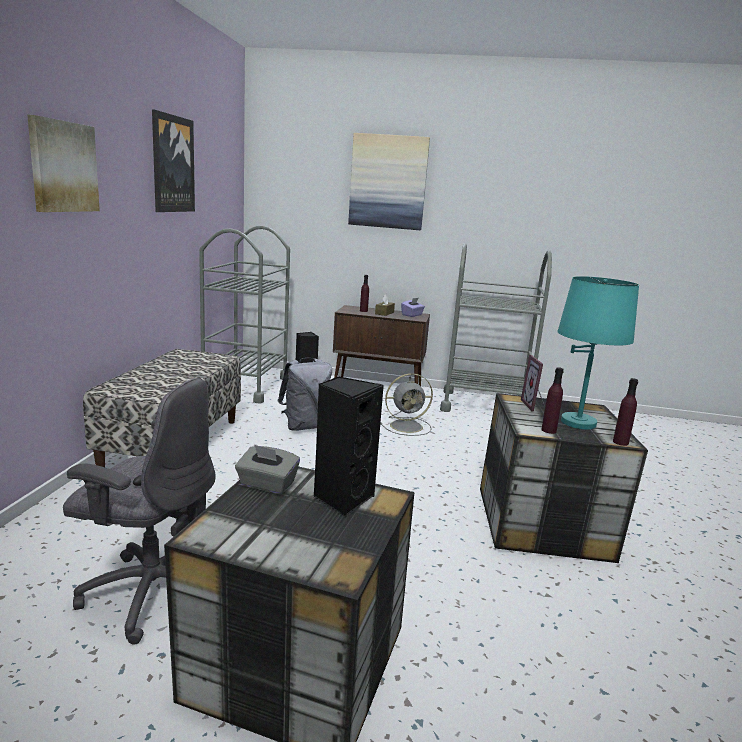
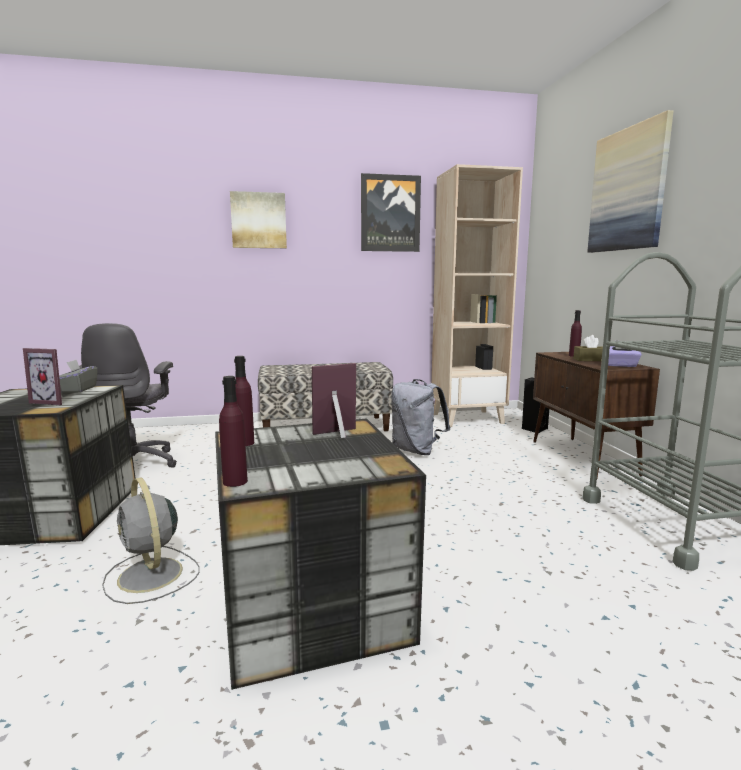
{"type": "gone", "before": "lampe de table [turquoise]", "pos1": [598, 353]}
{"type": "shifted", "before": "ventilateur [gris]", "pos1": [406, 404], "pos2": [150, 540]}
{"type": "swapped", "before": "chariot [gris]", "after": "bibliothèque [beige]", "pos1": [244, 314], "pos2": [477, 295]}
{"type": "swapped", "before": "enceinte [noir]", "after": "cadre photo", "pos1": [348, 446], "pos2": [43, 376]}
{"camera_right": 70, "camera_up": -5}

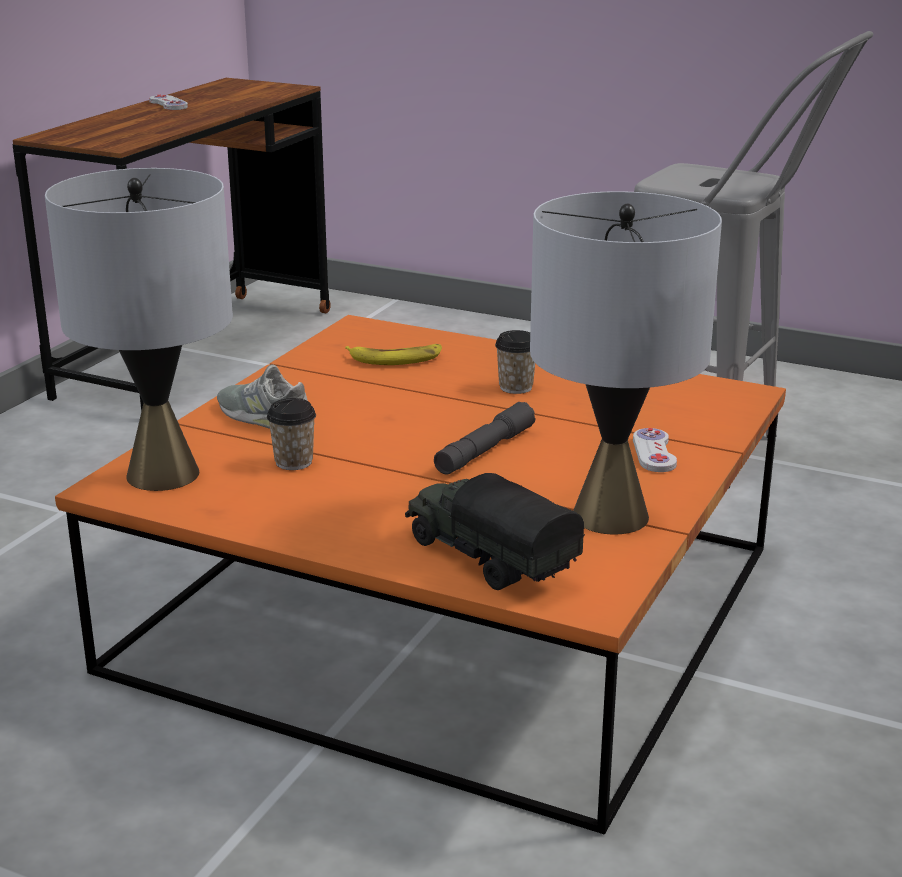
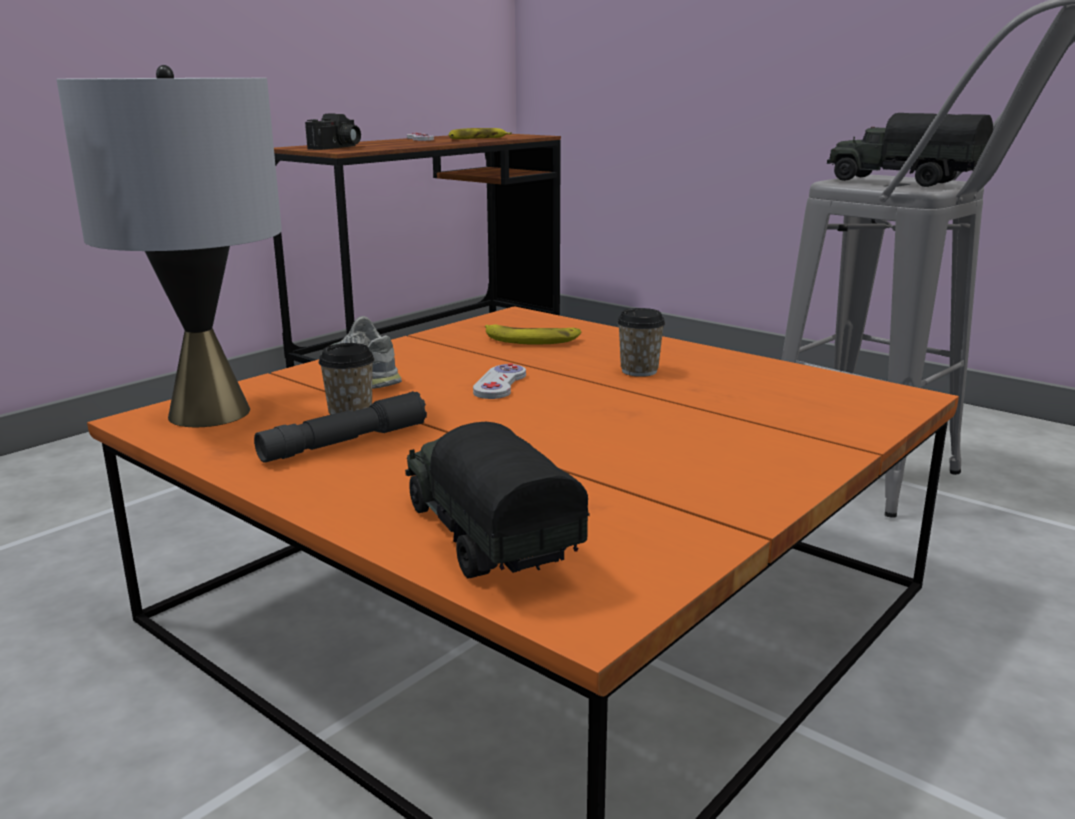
{"type": "gone", "before": "lampe de table [gris]", "pos1": [626, 362]}
{"type": "new", "after": "appareil photo", "pos2": [333, 131]}
{"type": "new", "after": "banane", "pos2": [480, 133]}
{"type": "new", "after": "camion jouet", "pos2": [910, 150]}
{"type": "shifted", "before": "lampe de poche [gris]", "pos1": [485, 438], "pos2": [340, 427]}
{"type": "shifted", "before": "manette [blanc]", "pos1": [655, 450], "pos2": [499, 381]}
{"camera_right": 15, "camera_up": -5}

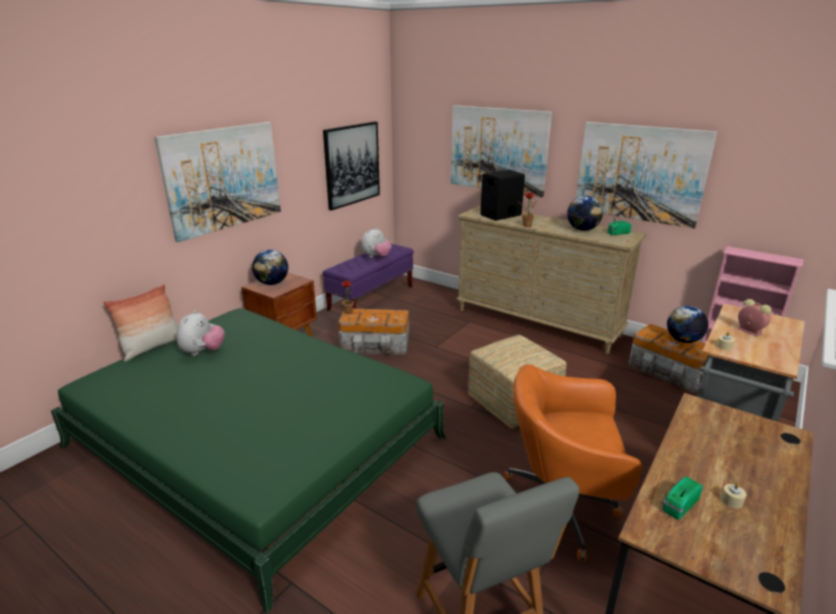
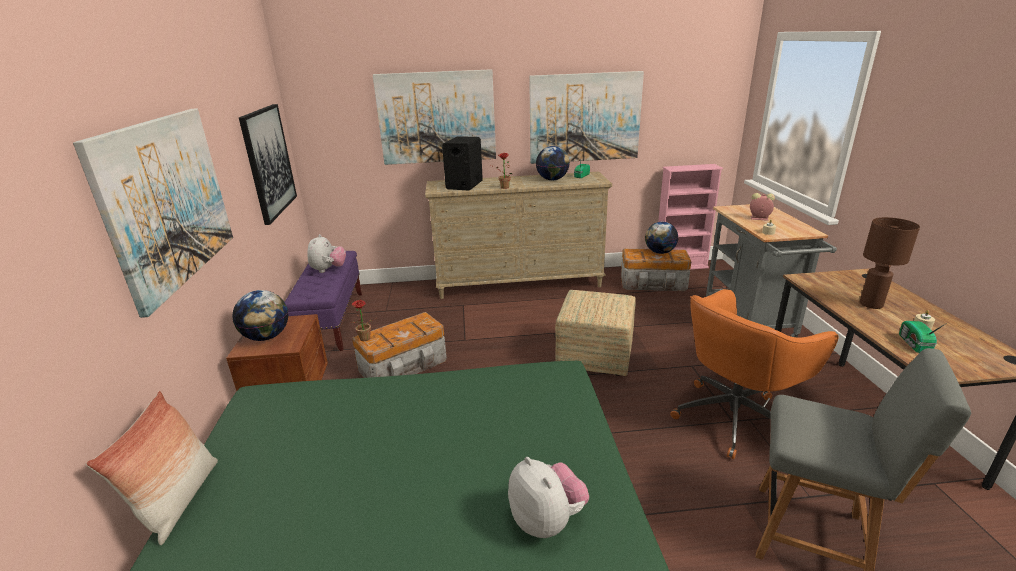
{"type": "new", "after": "lampe de table [marron]", "pos2": [890, 263]}
{"type": "shifted", "before": "peluche", "pos1": [200, 333], "pos2": [548, 497]}
{"camera_right": -40, "camera_up": 0}

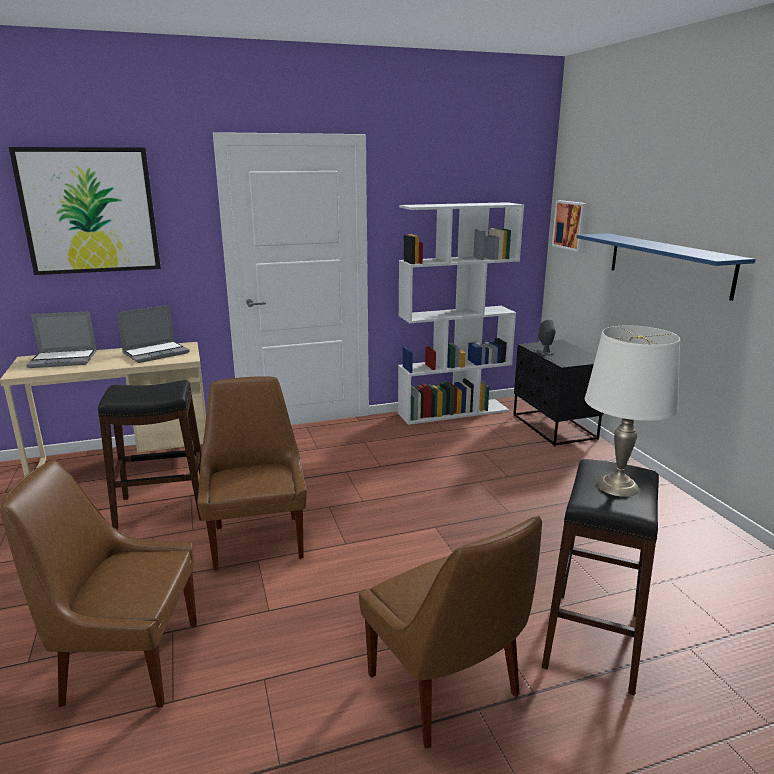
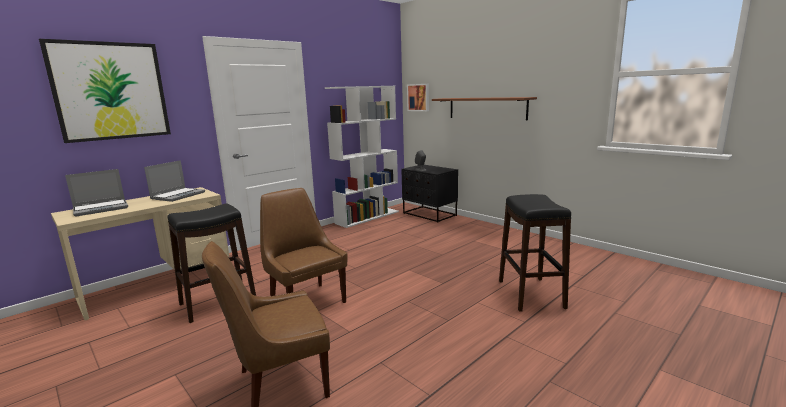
{"type": "gone", "before": "chaise [marron]", "pos1": [450, 632]}
{"type": "gone", "before": "lampe de table [blanc]", "pos1": [632, 411]}
{"type": "repainted", "before": "étagère [bleu]", "after": "étagère [marron]", "pos1": [666, 267], "pos2": [484, 108]}
{"camera_right": -25, "camera_up": -5}

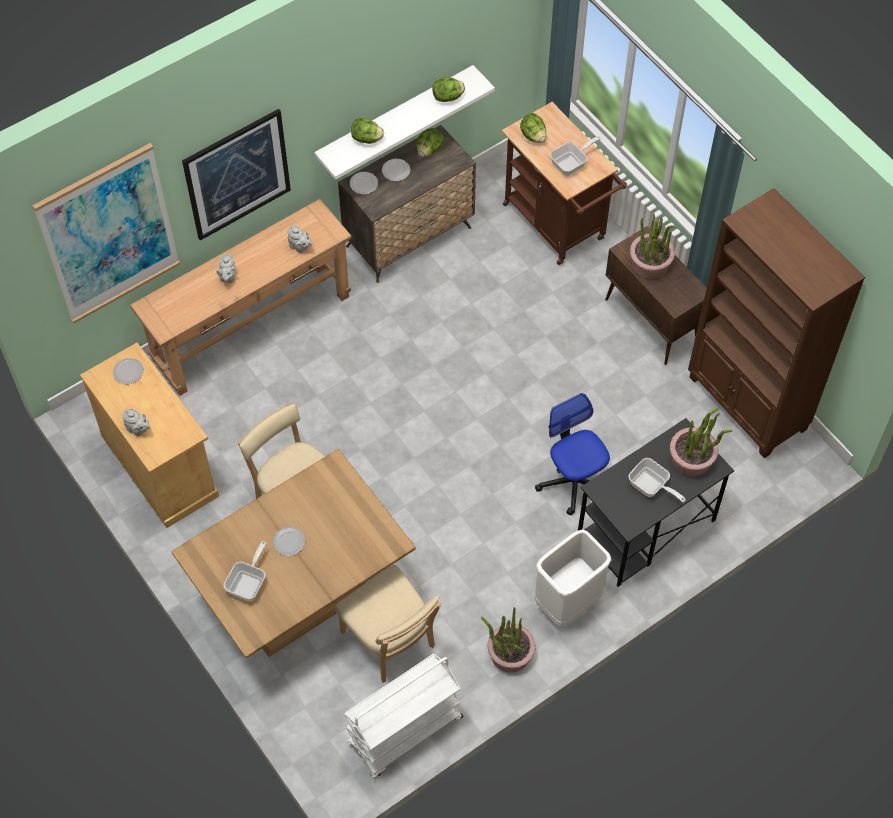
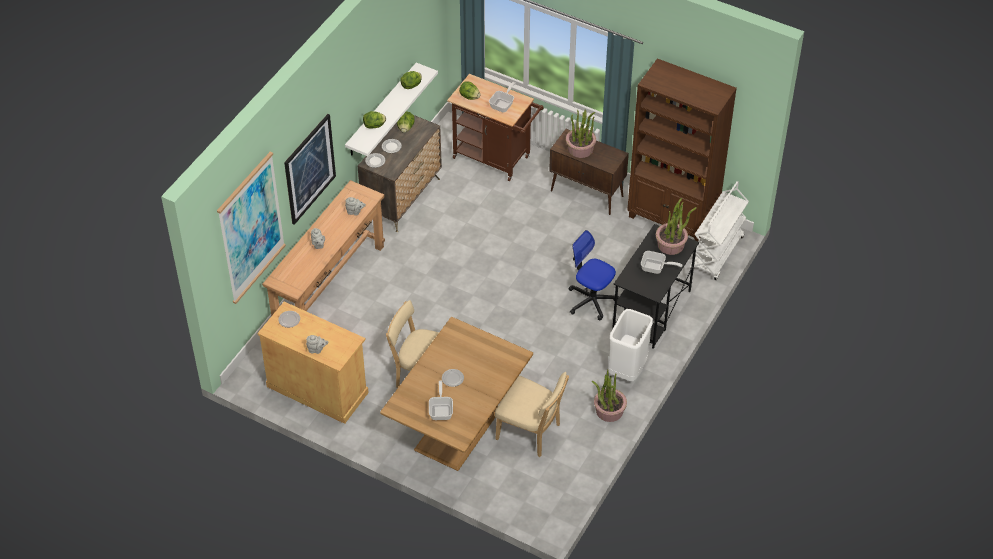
{"type": "shifted", "before": "chariot [blanc]", "pos1": [403, 716], "pos2": [719, 230]}
{"camera_right": -25, "camera_up": -10}

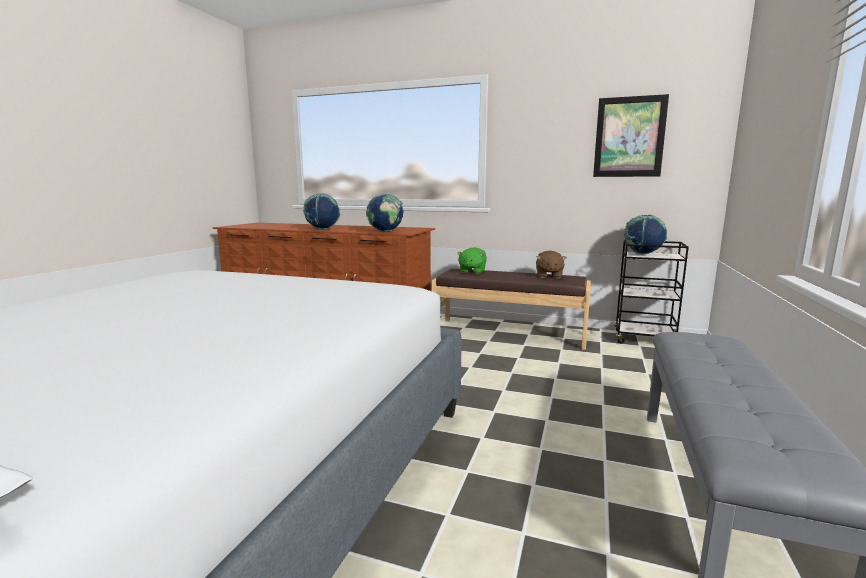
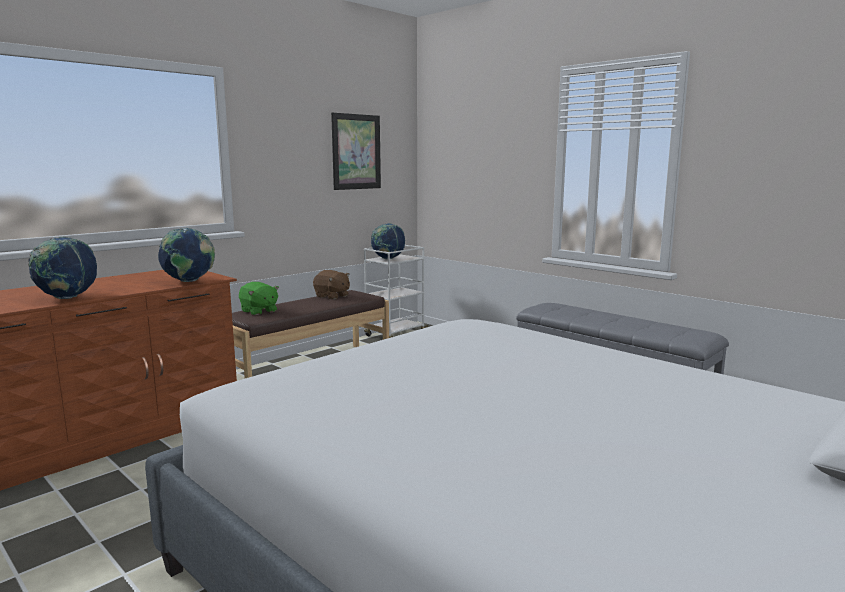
{"type": "repainted", "before": "chariot [noir]", "after": "chariot [blanc]", "pos1": [651, 292], "pos2": [396, 291]}
{"camera_right": -65, "camera_up": 0}

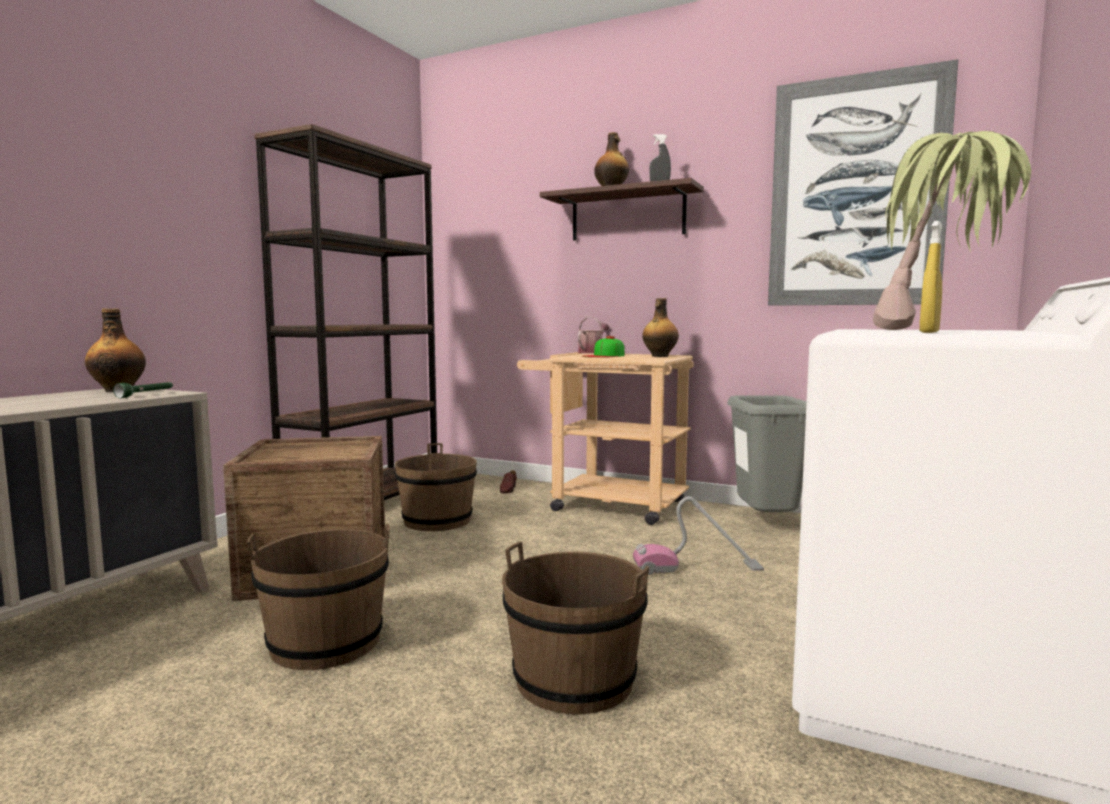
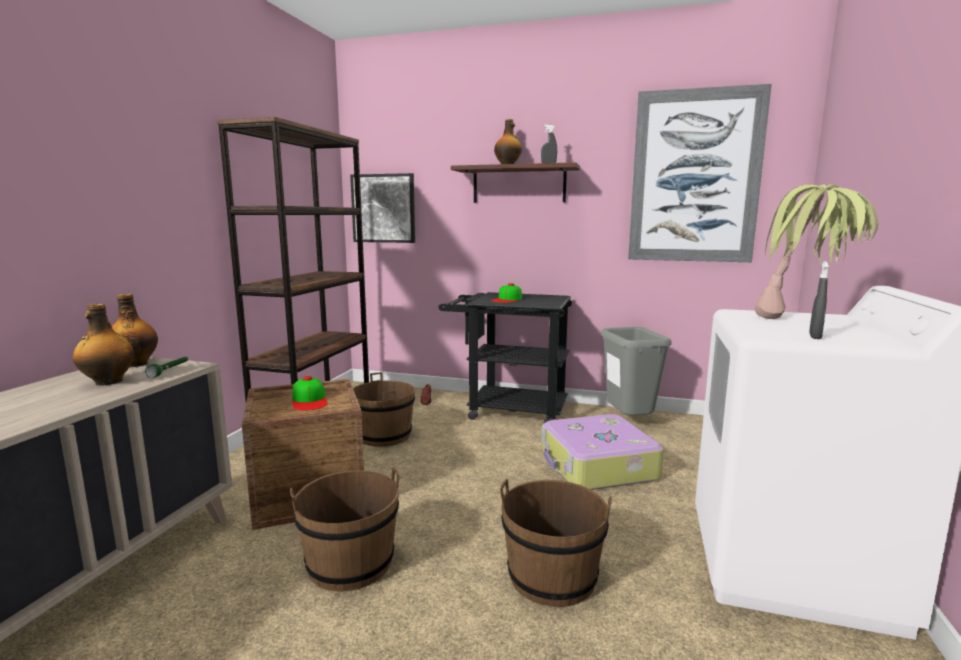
{"type": "gone", "before": "arrosoir", "pos1": [593, 335]}
{"type": "new", "after": "casquette", "pos2": [310, 393]}
{"type": "new", "after": "tableau", "pos2": [382, 208]}
{"type": "shifted", "before": "bouteille", "pos1": [660, 327], "pos2": [104, 345]}
{"type": "swapped", "before": "aspirateur", "after": "valise", "pos1": [698, 536], "pos2": [602, 452]}
{"type": "repainted", "before": "chariot [beige]", "after": "chariot [noir]", "pos1": [605, 438], "pos2": [505, 357]}
{"type": "repainted", "before": "vaporisateur [jaune]", "after": "vaporisateur [gris]", "pos1": [931, 277], "pos2": [819, 300]}
{"camera_right": -10, "camera_up": 5}

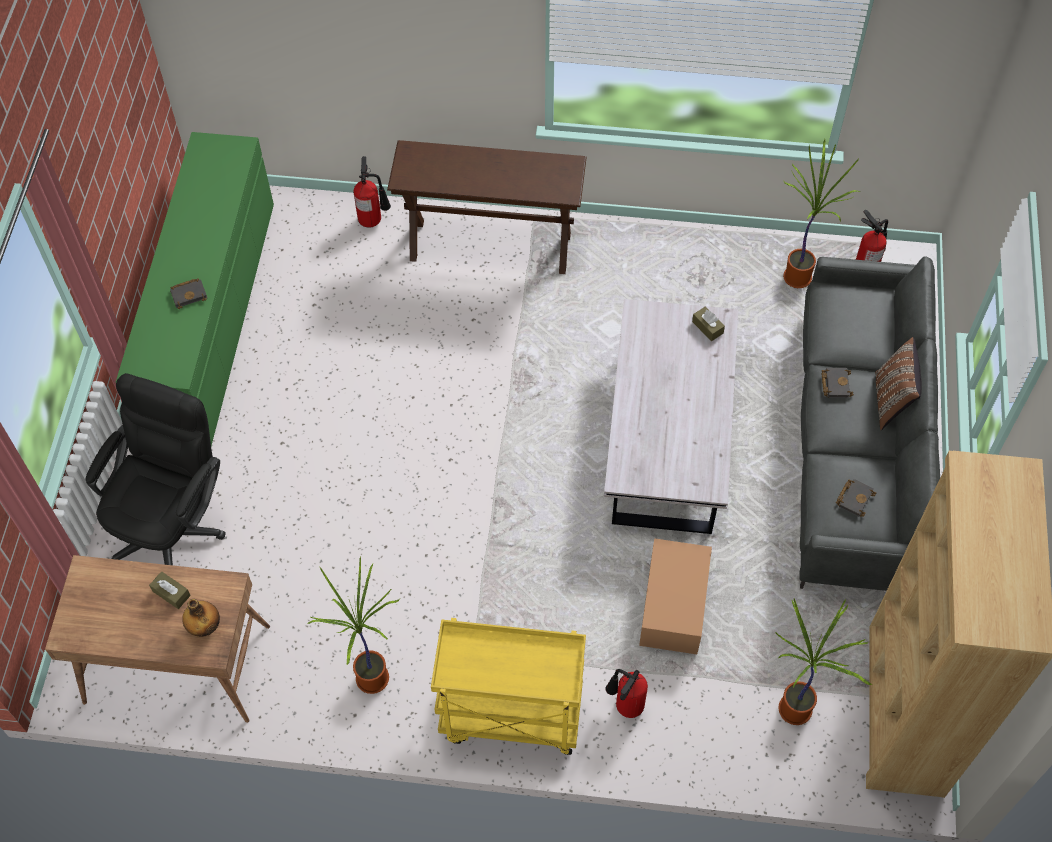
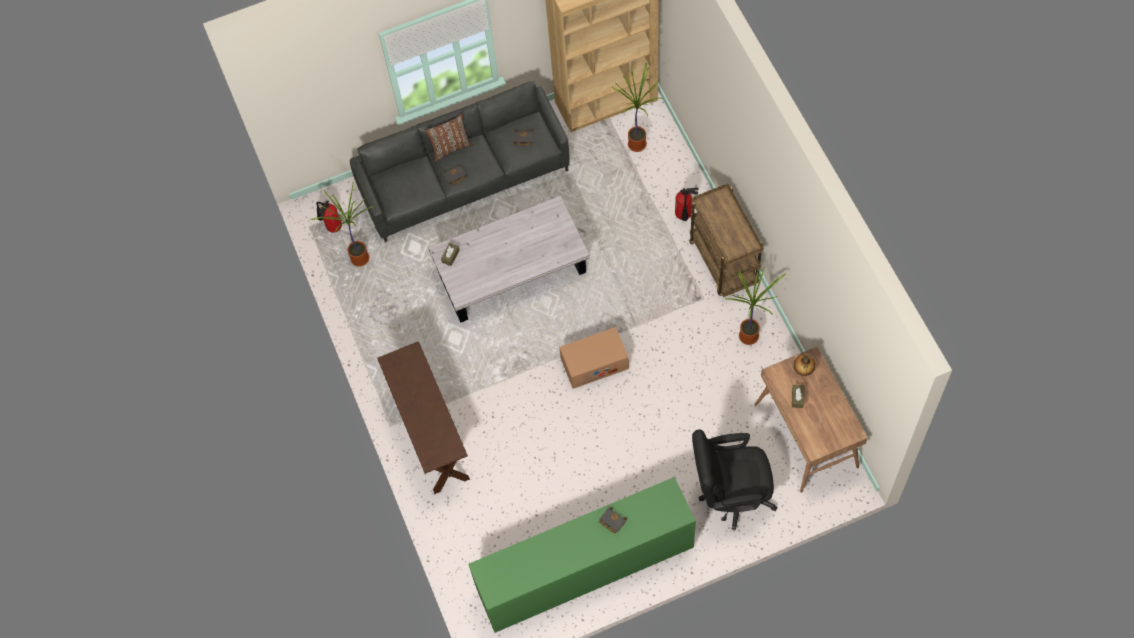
{"type": "gone", "before": "extincteur", "pos1": [372, 192]}
{"type": "shifted", "before": "carton", "pos1": [675, 596], "pos2": [594, 358]}
{"type": "repainted", "before": "chariot [jaune]", "after": "chariot [marron]", "pos1": [508, 686], "pos2": [726, 240]}
{"camera_right": -115, "camera_up": 5}

